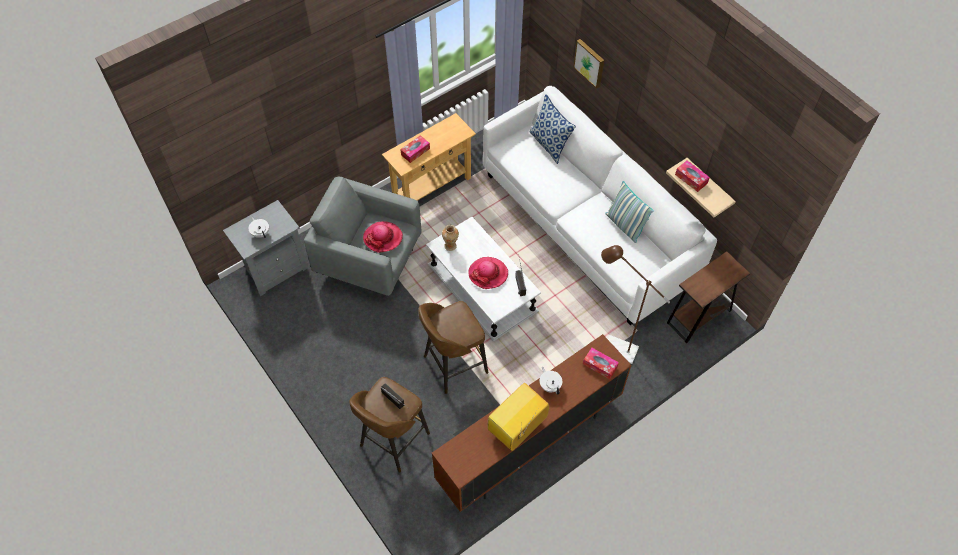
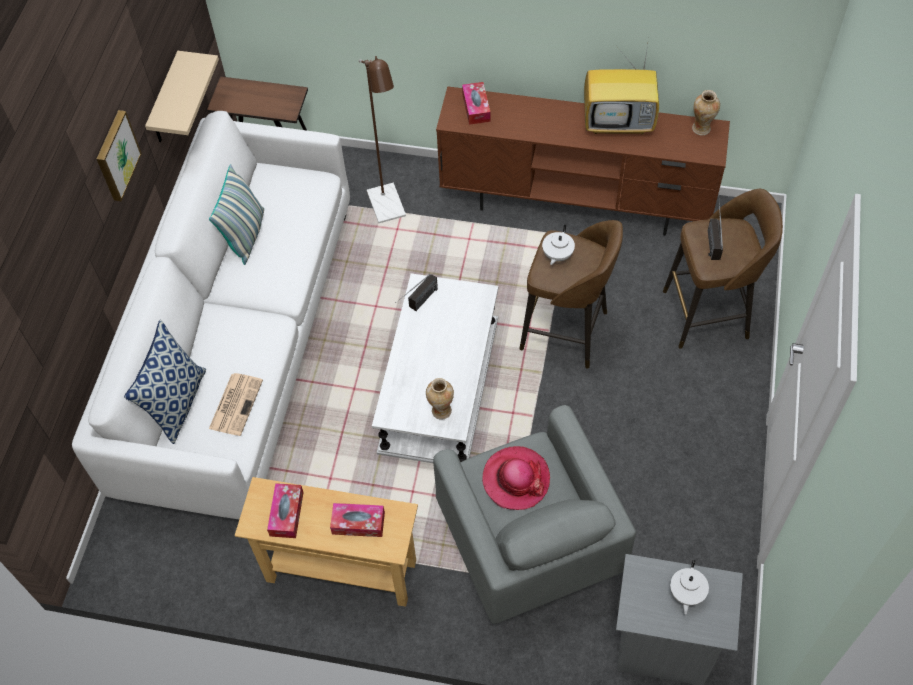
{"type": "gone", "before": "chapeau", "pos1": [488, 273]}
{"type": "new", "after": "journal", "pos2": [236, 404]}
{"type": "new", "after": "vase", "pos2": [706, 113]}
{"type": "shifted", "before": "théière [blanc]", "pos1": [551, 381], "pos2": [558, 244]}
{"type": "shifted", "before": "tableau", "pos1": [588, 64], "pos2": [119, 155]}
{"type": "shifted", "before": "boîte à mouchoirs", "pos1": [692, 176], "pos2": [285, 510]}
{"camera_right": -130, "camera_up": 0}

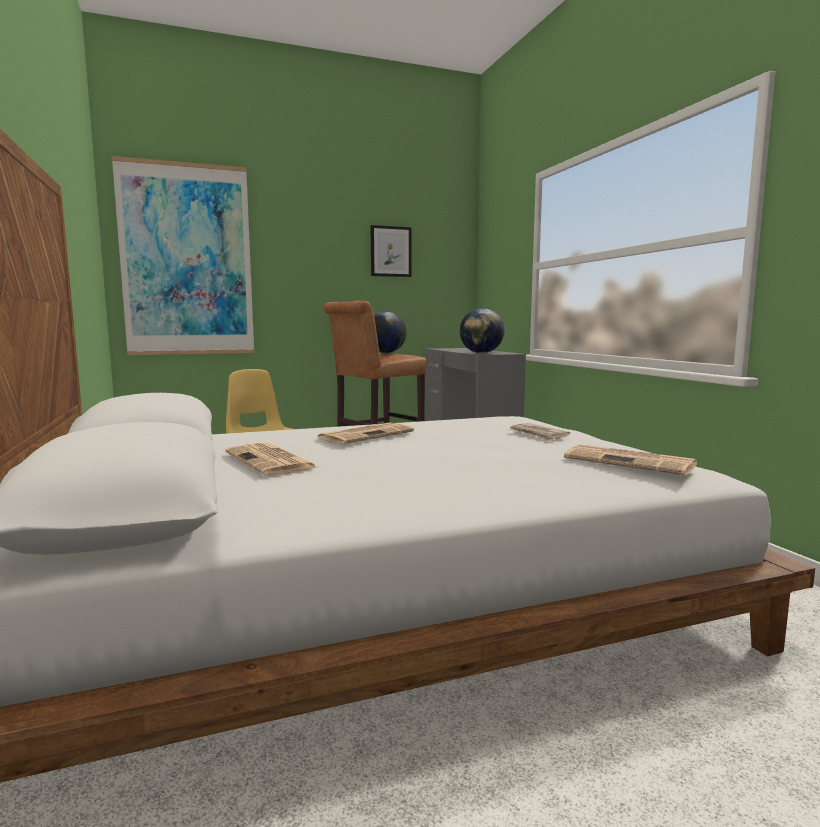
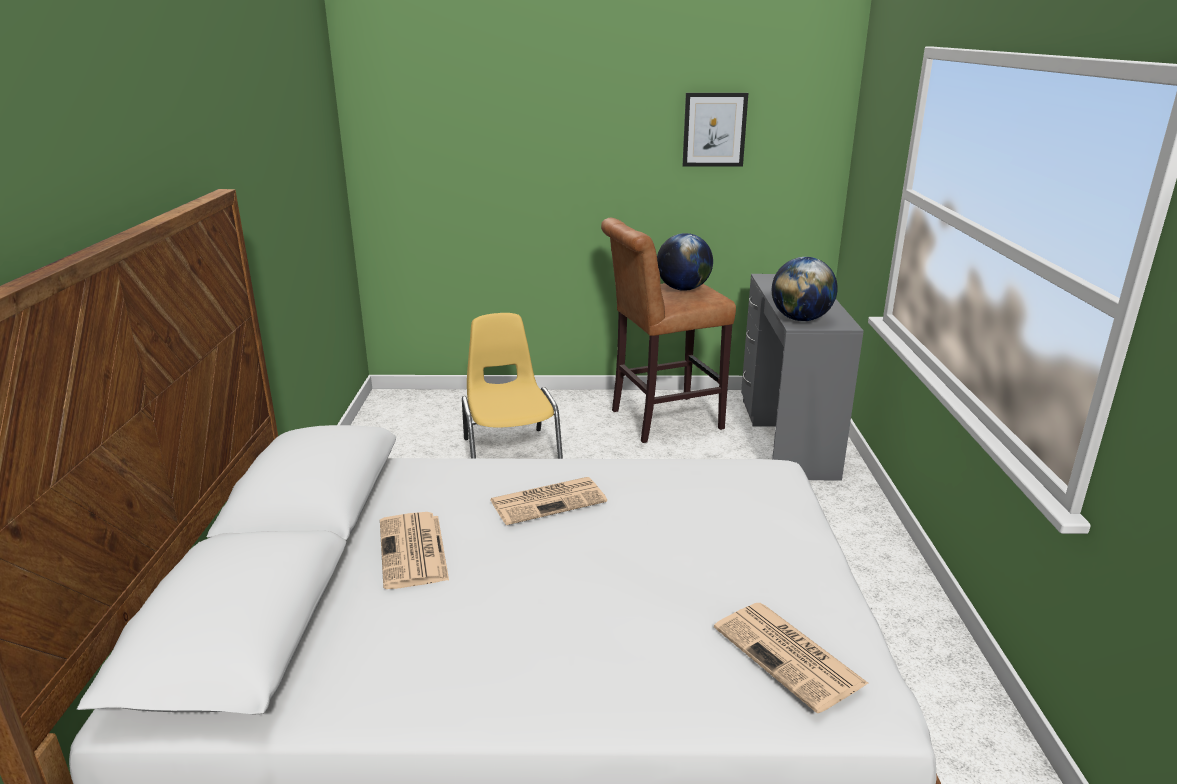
{"type": "gone", "before": "tableau", "pos1": [183, 255]}
{"type": "gone", "before": "journal", "pos1": [539, 432]}
{"camera_right": 20, "camera_up": 15}

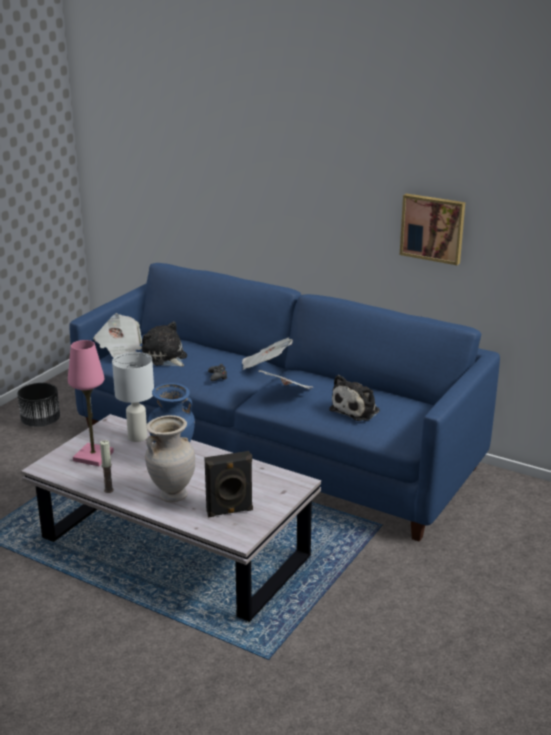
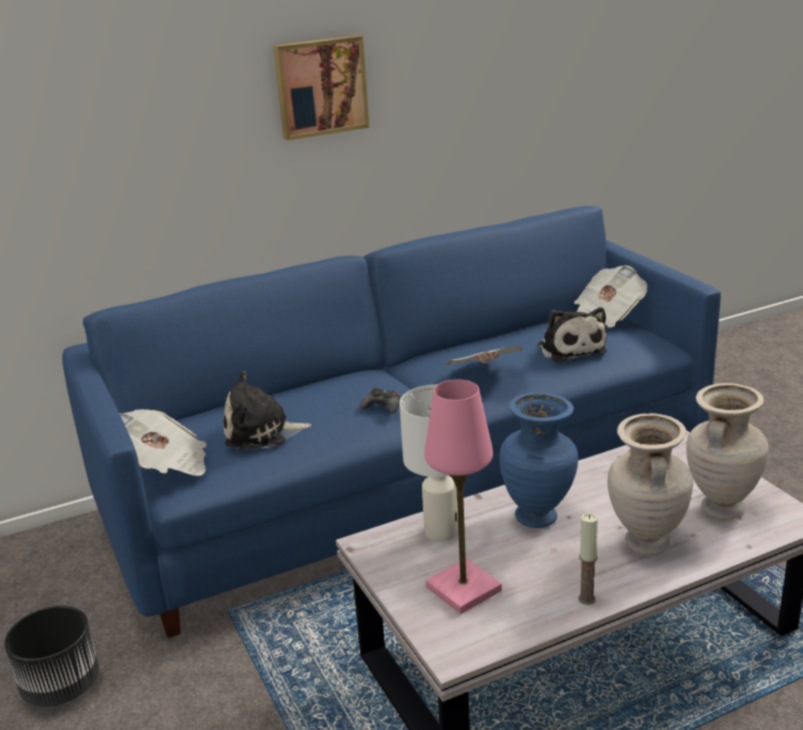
{"type": "shifted", "before": "journal", "pos1": [267, 353], "pos2": [610, 296]}
{"type": "shifted", "before": "tableau", "pos1": [432, 229], "pos2": [321, 88]}
{"type": "swapped", "before": "enceinte [noir]", "after": "vase [beige]", "pos1": [228, 484], "pos2": [727, 451]}
{"camera_right": -55, "camera_up": 0}

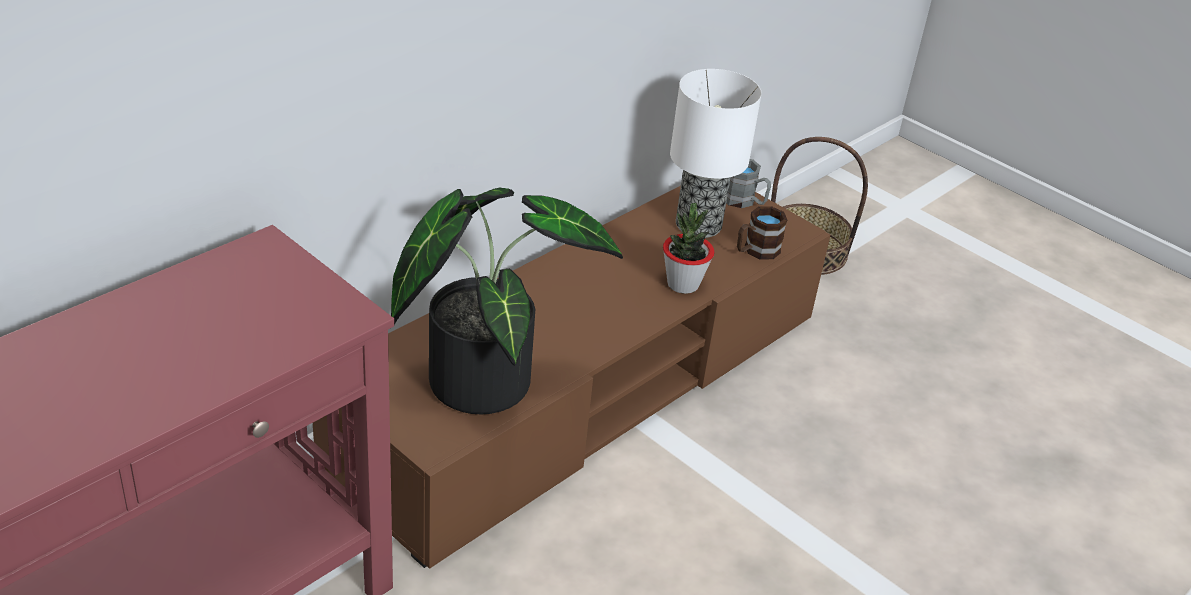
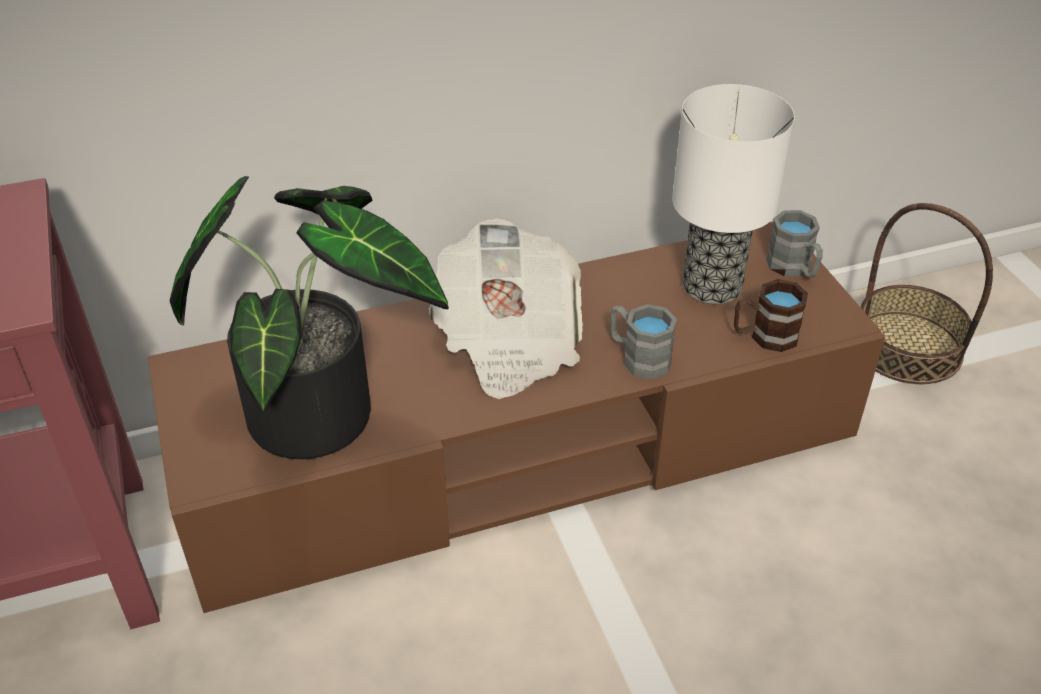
{"type": "new", "after": "journal", "pos2": [505, 308]}
{"type": "swapped", "before": "plante en pot", "after": "mug [gris]", "pos1": [688, 248], "pos2": [644, 341]}
{"camera_right": 30, "camera_up": 5}

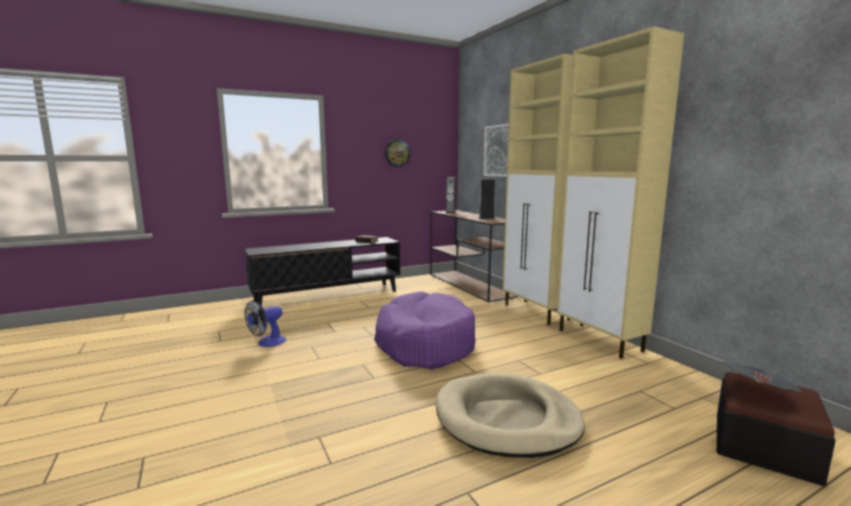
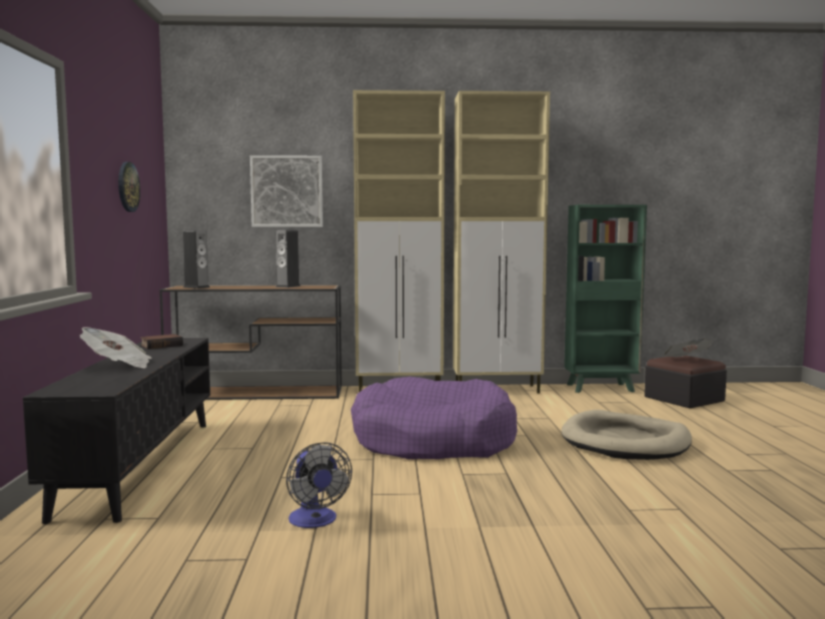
{"type": "new", "after": "journal", "pos2": [116, 347]}
{"type": "new", "after": "bibliothèque [vert]", "pos2": [605, 299]}
{"camera_right": -65, "camera_up": -5}

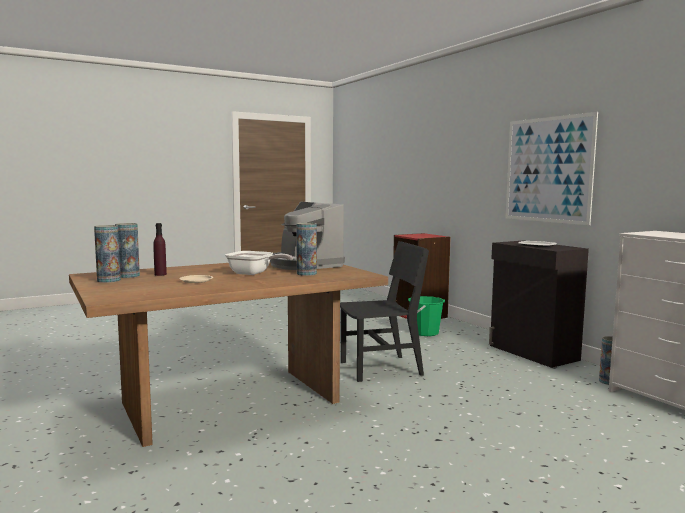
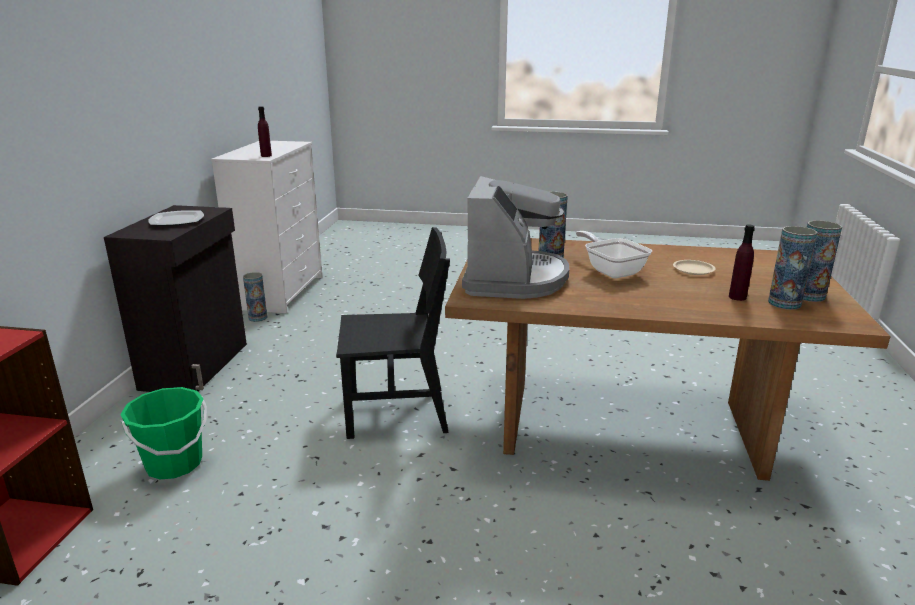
{"type": "gone", "before": "tableau", "pos1": [552, 168]}
{"type": "new", "after": "bouteille [violet]", "pos2": [265, 131]}
{"type": "rotated", "before": "chaise [noir]", "pos1": [384, 311], "pos2": [393, 333], "turn": 150}
{"camera_right": -140, "camera_up": 15}

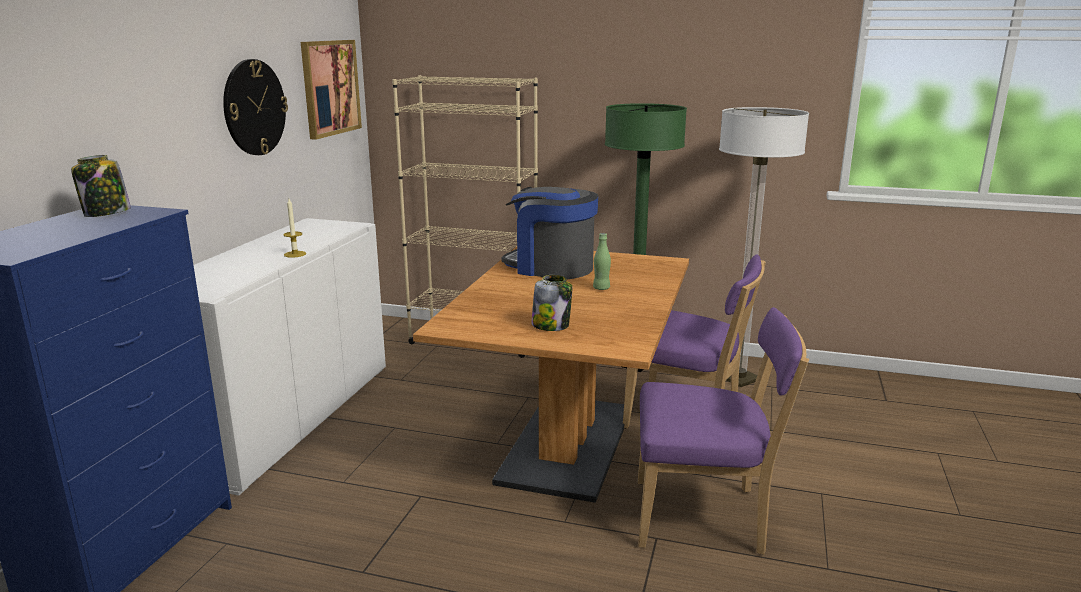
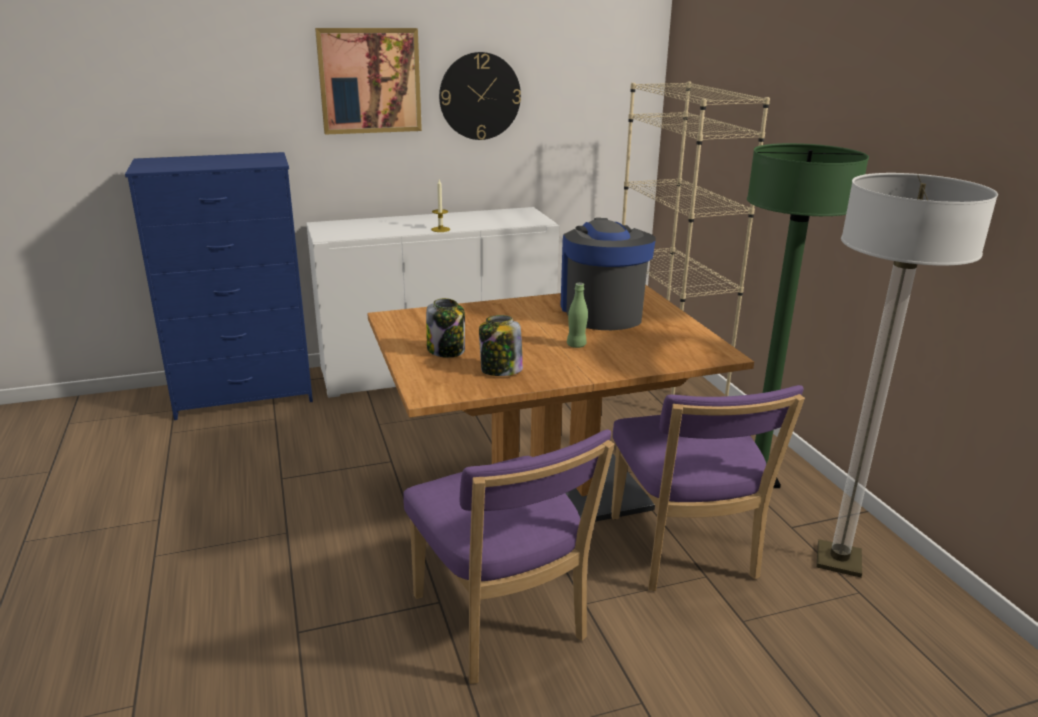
{"type": "shifted", "before": "bocal", "pos1": [101, 186], "pos2": [501, 345]}
{"type": "shifted", "before": "tableau", "pos1": [331, 90], "pos2": [368, 81]}
{"camera_right": 55, "camera_up": 5}

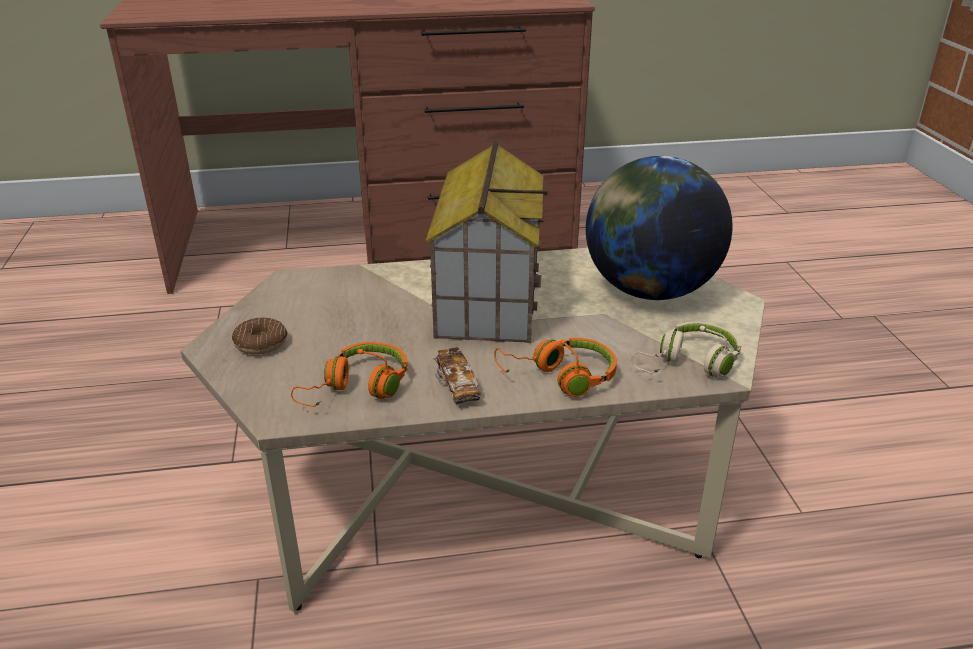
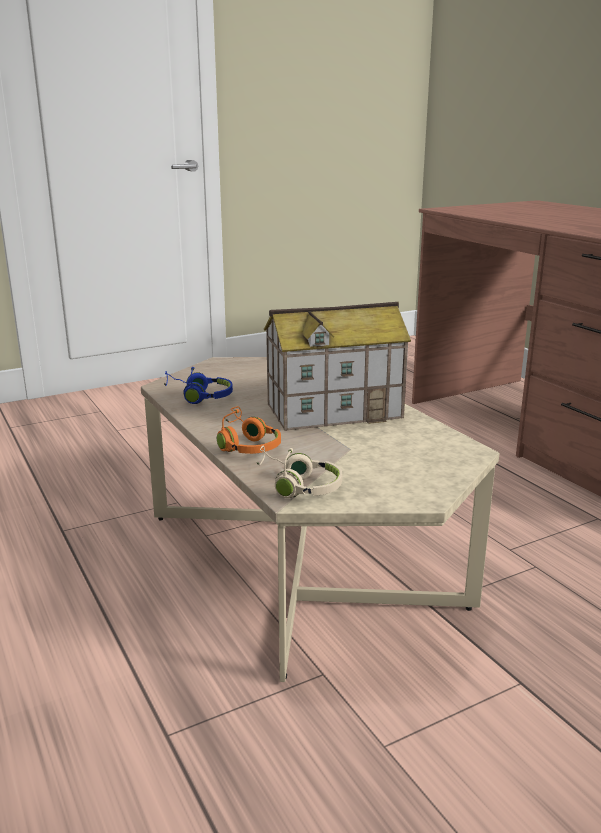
{"type": "gone", "before": "beignet", "pos1": [260, 336]}
{"type": "gone", "before": "petite voiture", "pos1": [457, 376]}
{"type": "gone", "before": "globe", "pos1": [659, 228]}
{"type": "repainted", "before": "casque audio [orange]", "after": "casque audio [bleu]", "pos1": [349, 374], "pos2": [198, 385]}
{"camera_right": 70, "camera_up": -10}

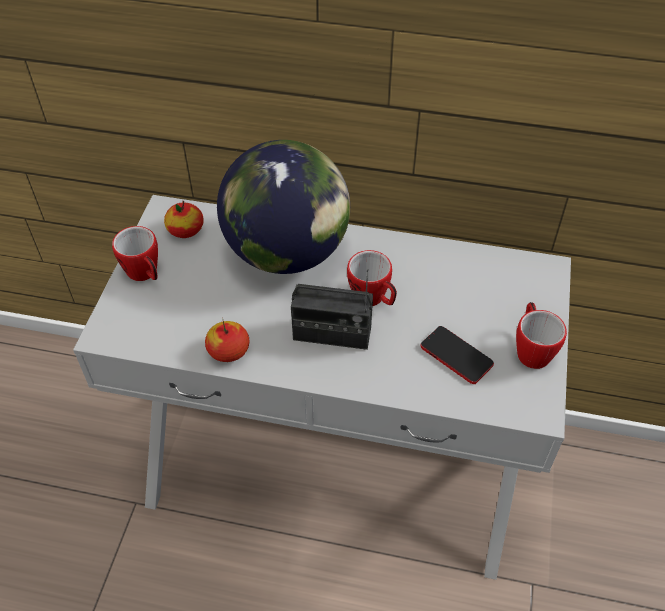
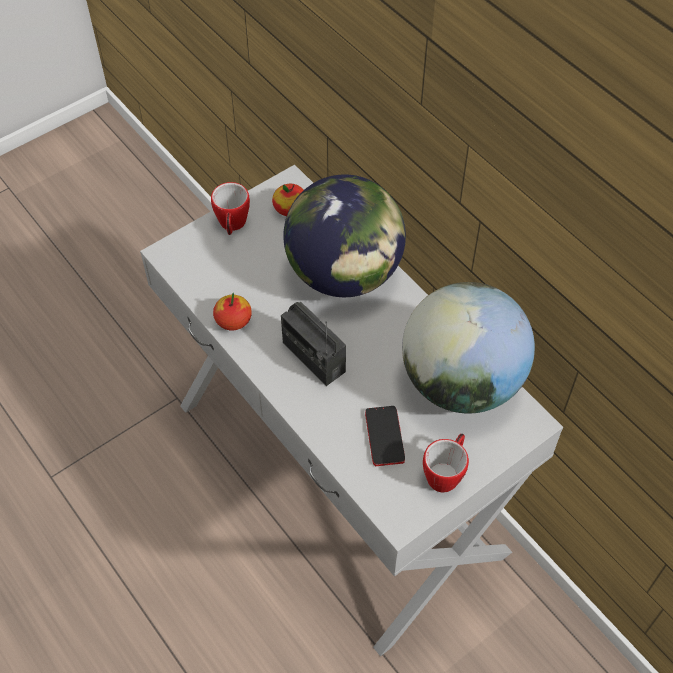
{"type": "gone", "before": "mug", "pos1": [372, 278]}
{"type": "new", "after": "globe", "pos2": [468, 348]}
{"camera_right": 40, "camera_up": 5}

